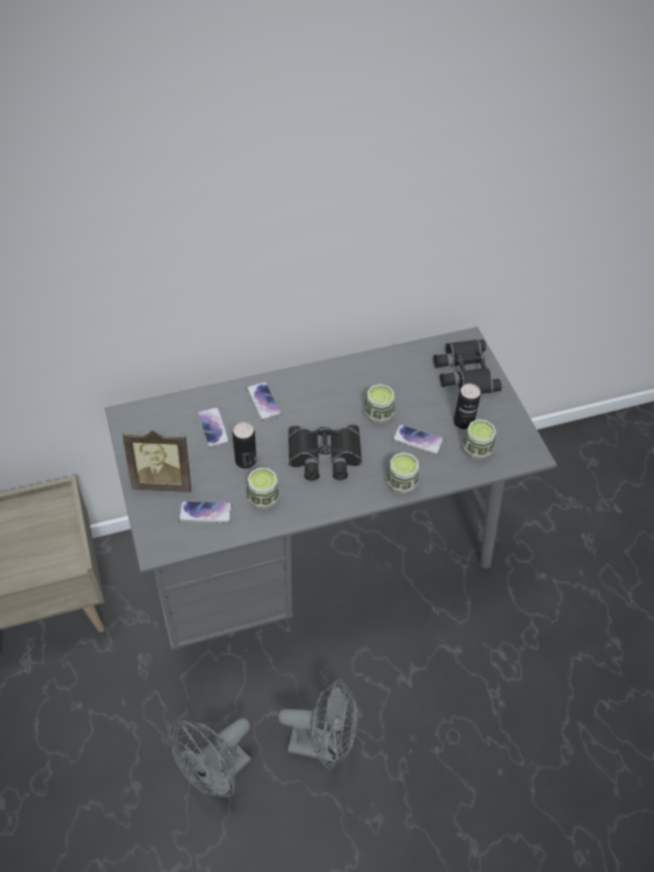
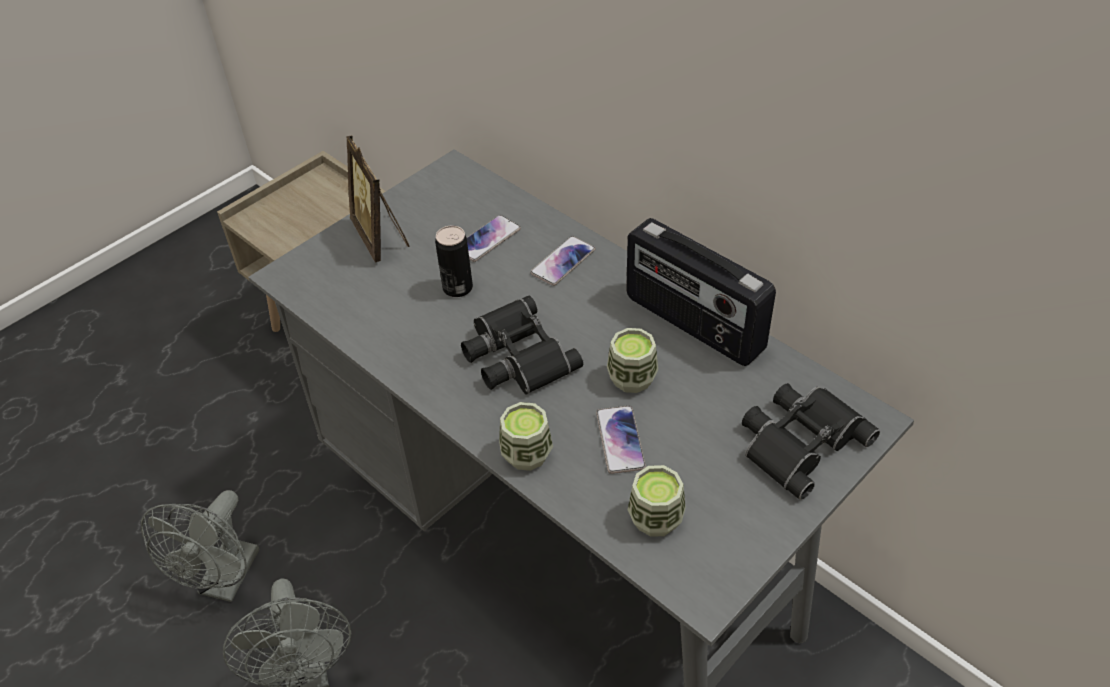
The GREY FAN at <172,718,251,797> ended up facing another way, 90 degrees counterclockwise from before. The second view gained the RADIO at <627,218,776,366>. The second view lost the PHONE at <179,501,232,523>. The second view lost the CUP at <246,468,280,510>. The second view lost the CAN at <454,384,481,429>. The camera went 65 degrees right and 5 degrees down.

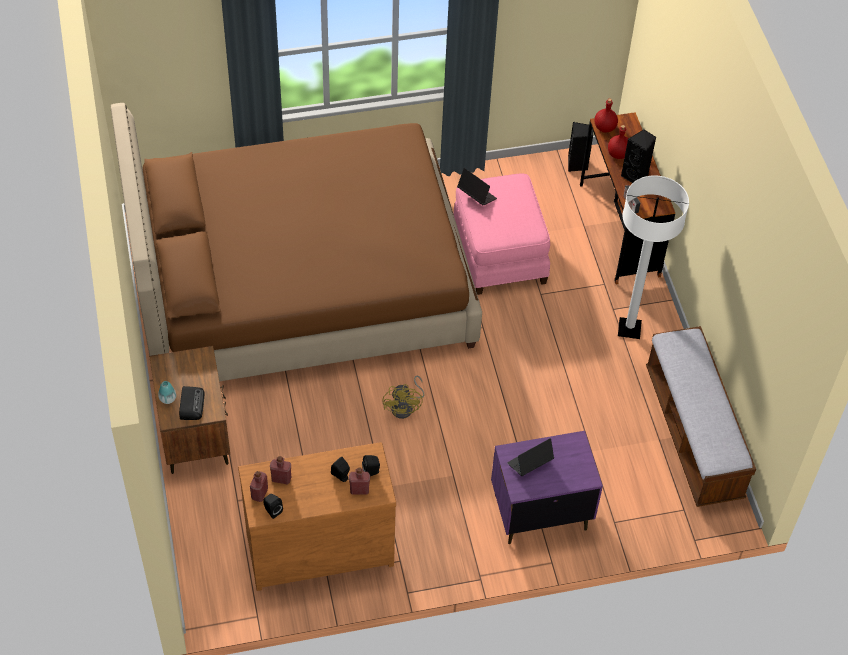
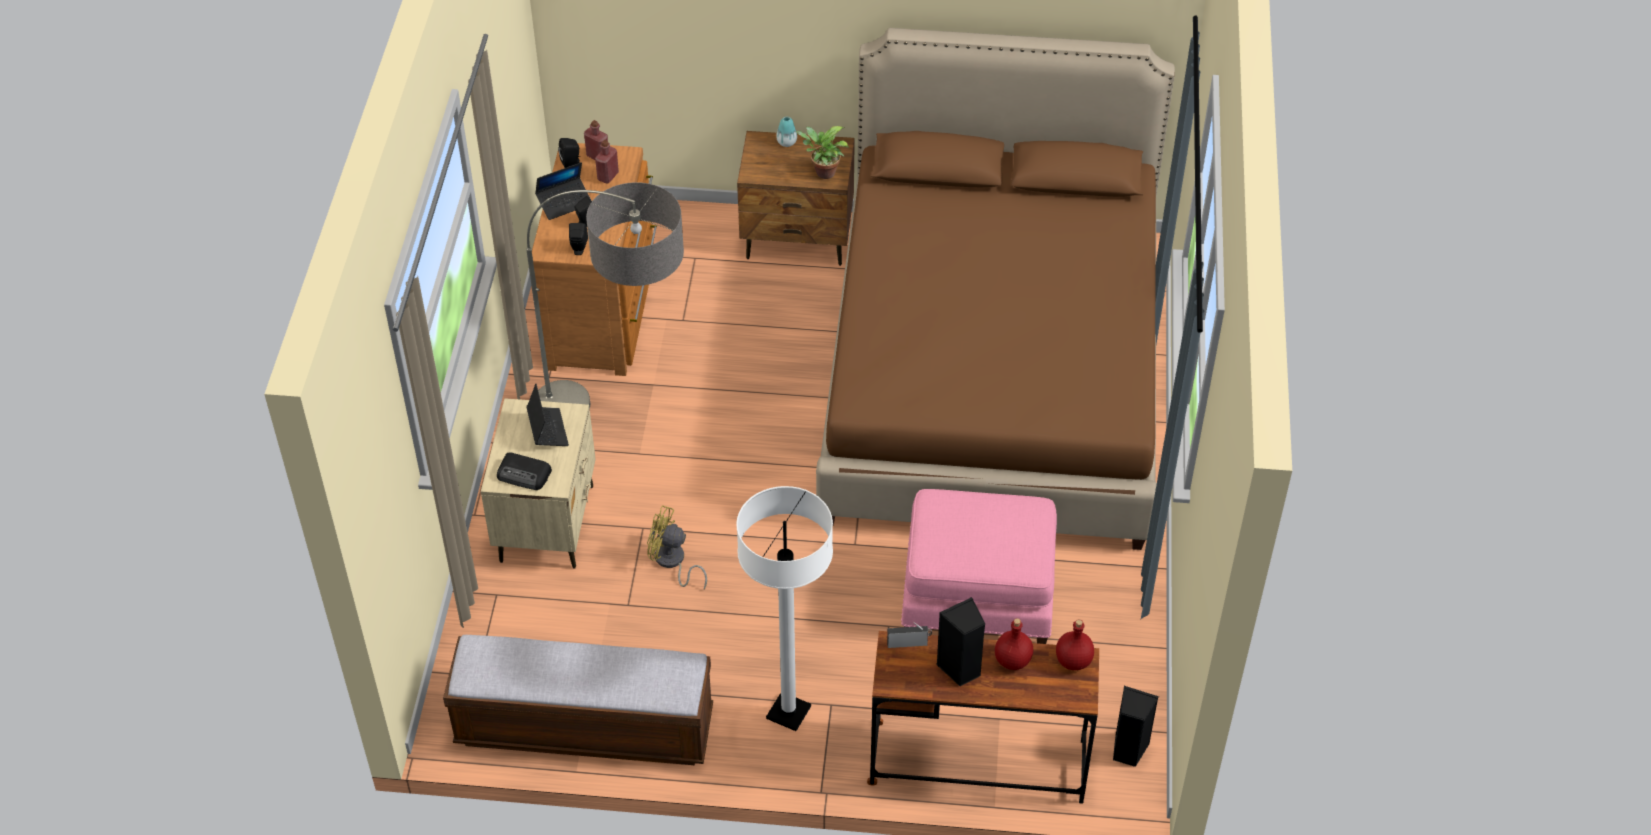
What was the PURPLE NIGHTSTAND at <491,431,603,544> turned into the BEIGE NIGHTSTAND at <481,398,596,569>. The RADIO ended up elsewhere, having gone from <179,386,205,420> to <497,452,552,490>. The second view gained the FLOOR LAMP at <526,182,684,409>. The LAPTOP ended up elsewhere, having gone from <457,168,497,206> to <535,162,592,220>. The YELLOW FAN ended up elsewhere, having gone from <382,376,425,419> to <647,505,707,589>. The second view gained the POTTED PLANT at <796,126,849,179>. The second view lost the RED BOTTLE at <349,468,370,495>. The camera went 110 degrees right and 5 degrees down.

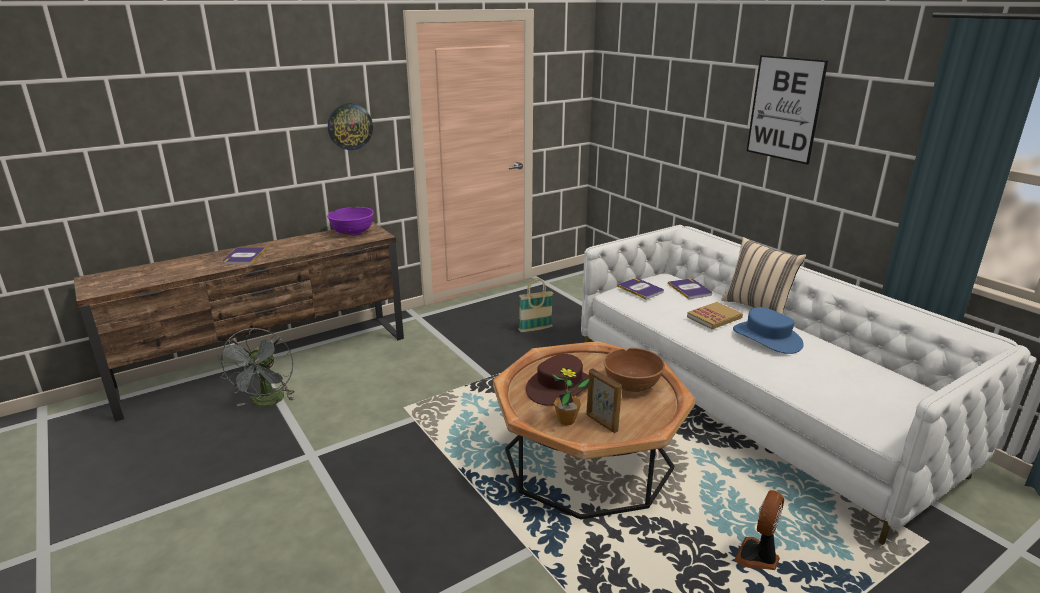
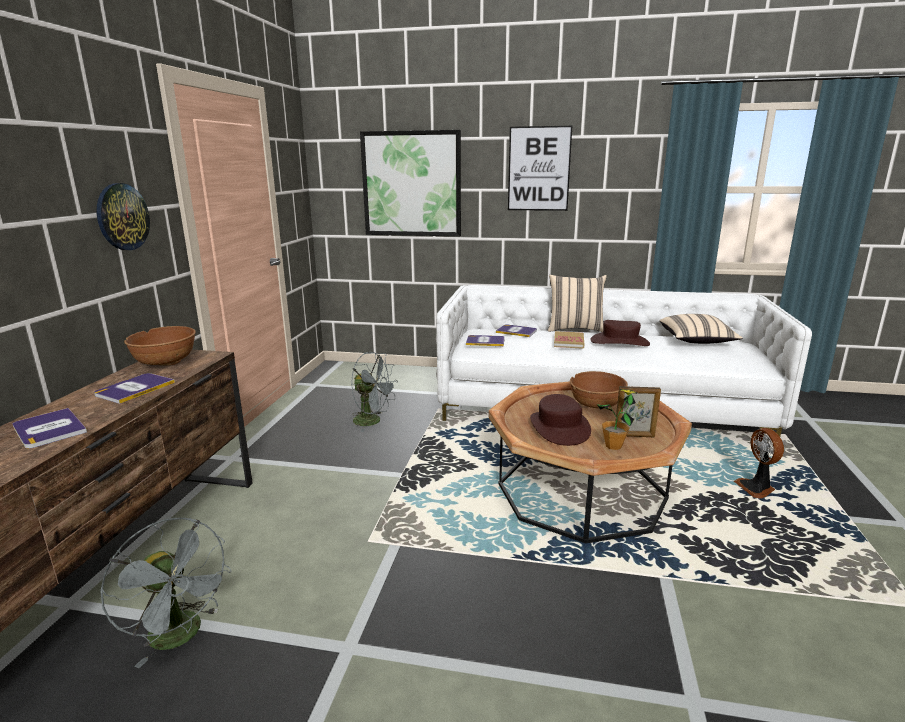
The second view gained the BOOK at <94,373,175,404>. What was the PURPLE BOWL at <327,207,374,236> turned into the BROWN BOWL at <124,326,196,366>. Where the BASKET stood at <518,278,554,332>, the GREY FAN came to stand at <351,352,398,432>. The second view gained the PICTURE at <360,130,461,236>. What was the BLUE HAT at <733,307,804,354> turned into the BROWN HAT at <590,320,650,346>. The second view gained the BEIGE PILLOW at <659,314,743,344>. The camera went 45 degrees left and 5 degrees down.

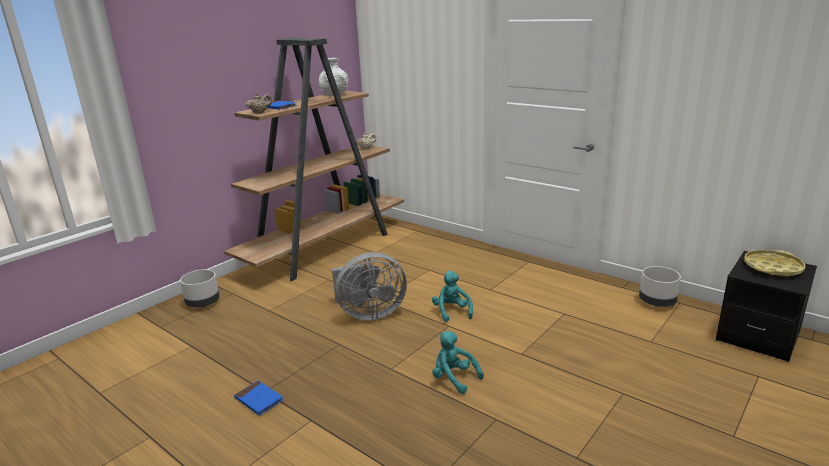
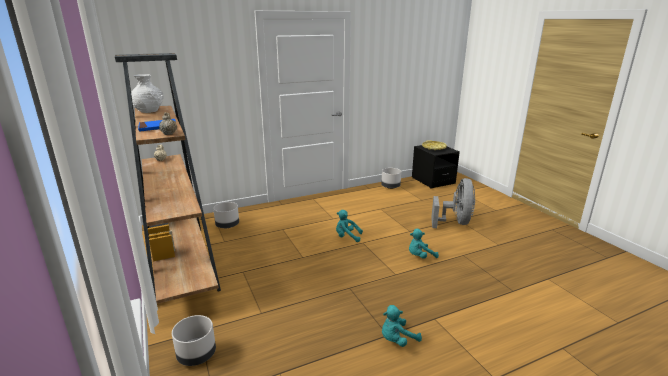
The second view gained the GREY PLANTER at <213,202,239,228>. Where the BLUE BOOK stood at <234,380,284,416>, the TURQUOISE PLUSH TOY came to stand at <382,305,422,347>. The GREY FAN ended up elsewhere, having gone from <332,252,407,321> to <431,178,475,228>. The camera went 65 degrees left and 0 degrees up.

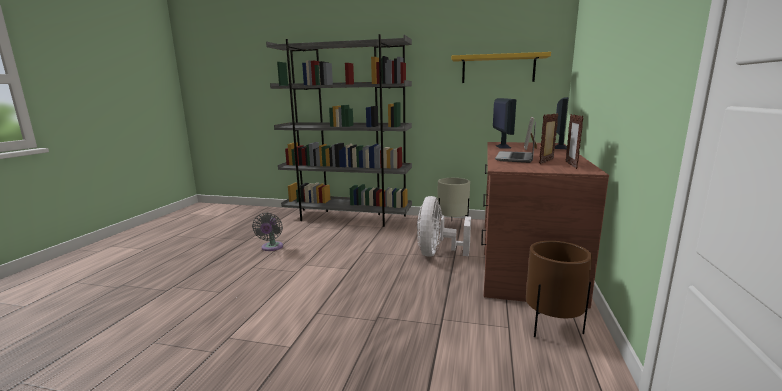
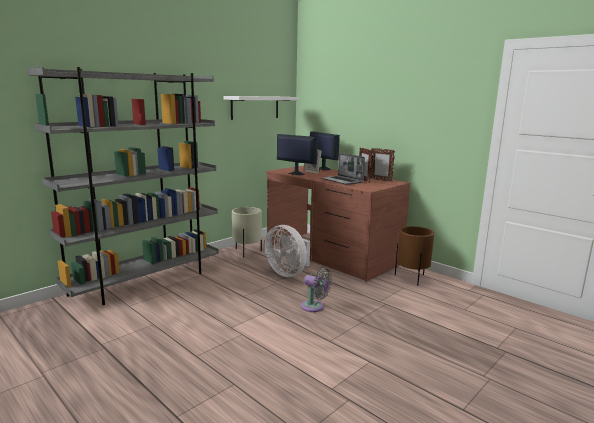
What was the YELLOW SHELF at <451,52,551,83> turned into the WHITE SHELF at <224,96,299,120>. The GREY FAN ended up elsewhere, having gone from <252,213,283,251> to <301,268,332,312>. The camera went 60 degrees left and 0 degrees up.

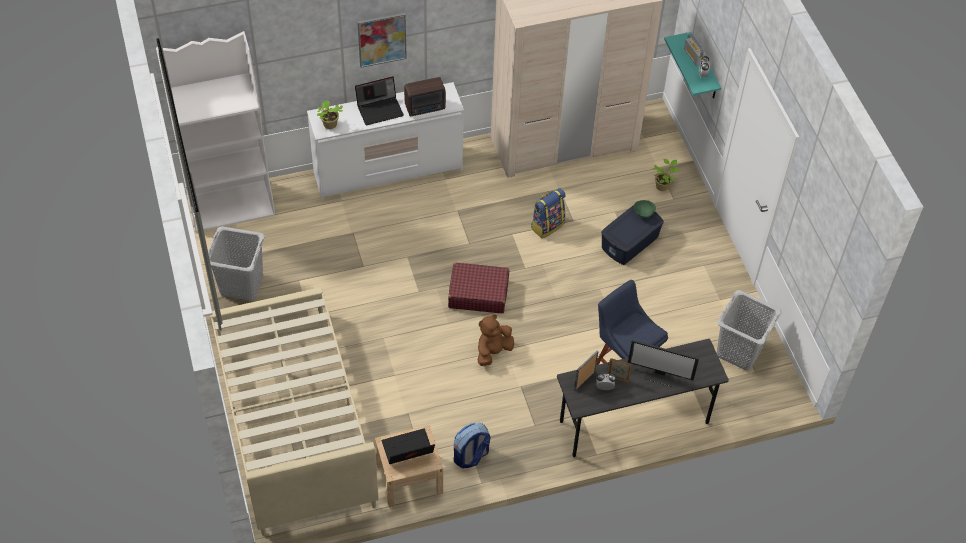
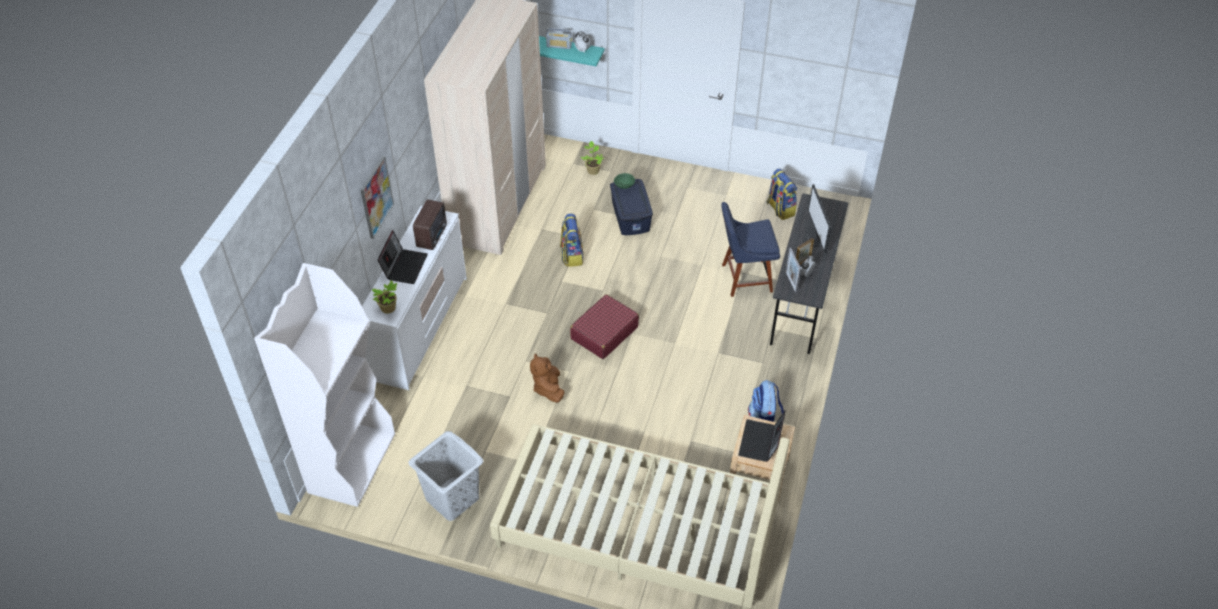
The BROWN PLUSH TOY ended up elsewhere, having gone from <478,314,514,366> to <530,353,565,403>. Where the GREY LAUNDRY BASKET stood at <717,290,782,371>, the BACKPACK came to stand at <766,168,797,220>. The MONITOR at <628,340,699,387> ended up facing another way, 120 degrees clockwise from before. The camera went 55 degrees left and 5 degrees down.

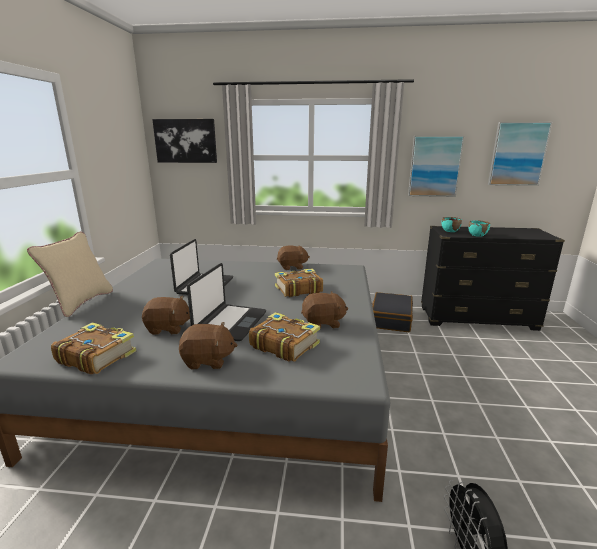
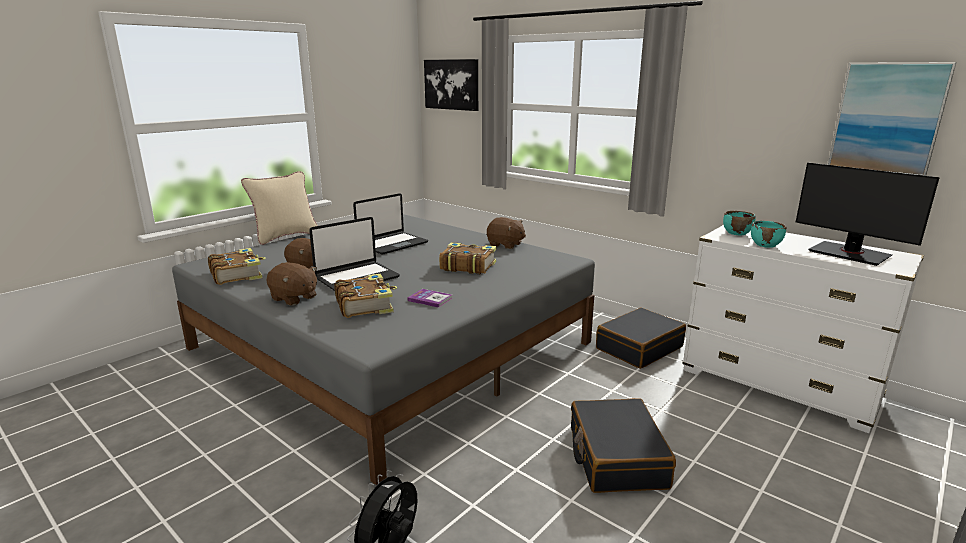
Where the BROWN PLUSH TOY stood at <301,291,348,329>, the BOOK came to stand at <408,289,452,308>. The second view gained the BLACK SUITCASE at <571,398,676,493>. What was the BLACK DRESSER at <421,226,565,331> turned into the WHITE DRESSER at <682,224,924,433>. The second view gained the MONITOR at <796,163,940,266>. The second view lost the PICTURE at <408,136,464,197>. The camera went 35 degrees right and 0 degrees up.

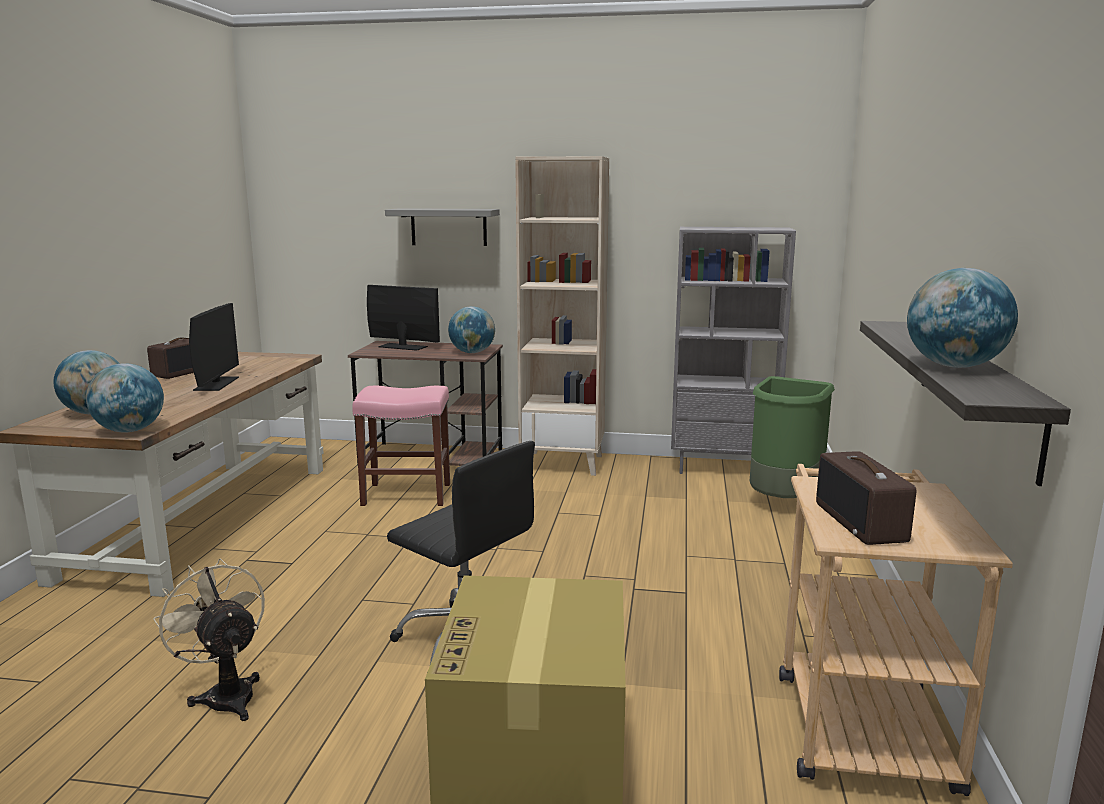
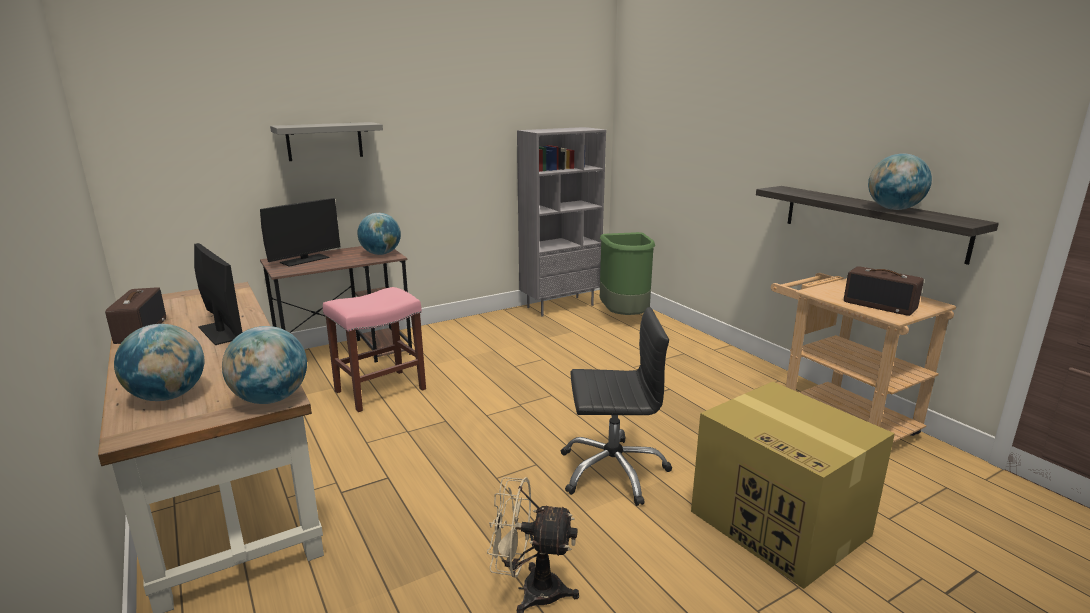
The MONITOR at <367,285,440,351> ended up facing another way, 150 degrees clockwise from before. The second view lost the BEIGE BOOKCASE at <515,156,609,476>. The camera went 40 degrees left and 5 degrees up.

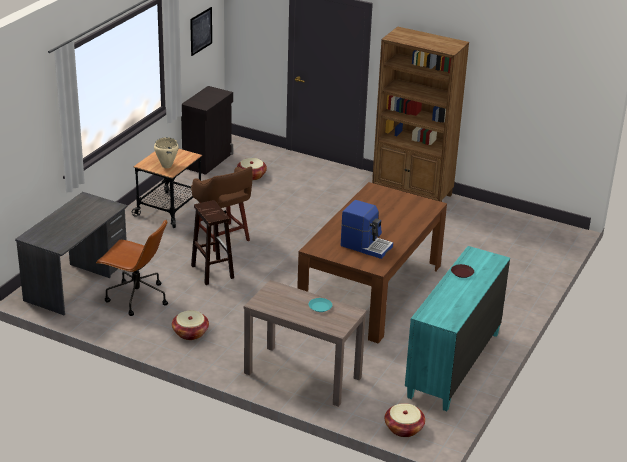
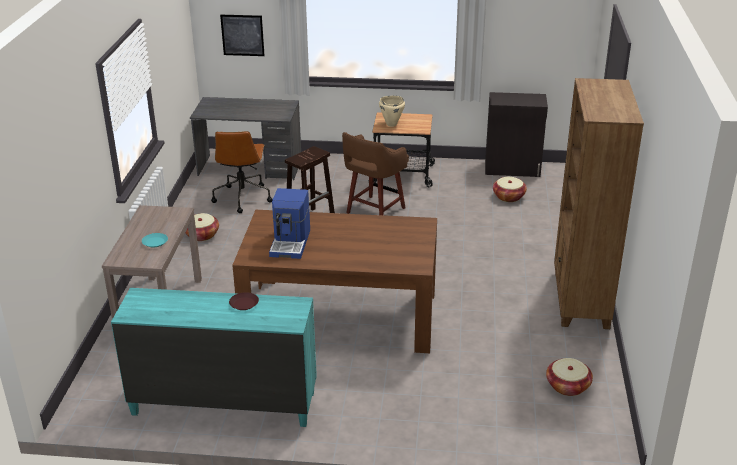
The PICTURE ended up elsewhere, having gone from <190,7,212,56> to <220,15,265,56>. The BASKET ended up elsewhere, having gone from <385,403,425,437> to <546,358,593,396>. The camera went 70 degrees right and 0 degrees up.

